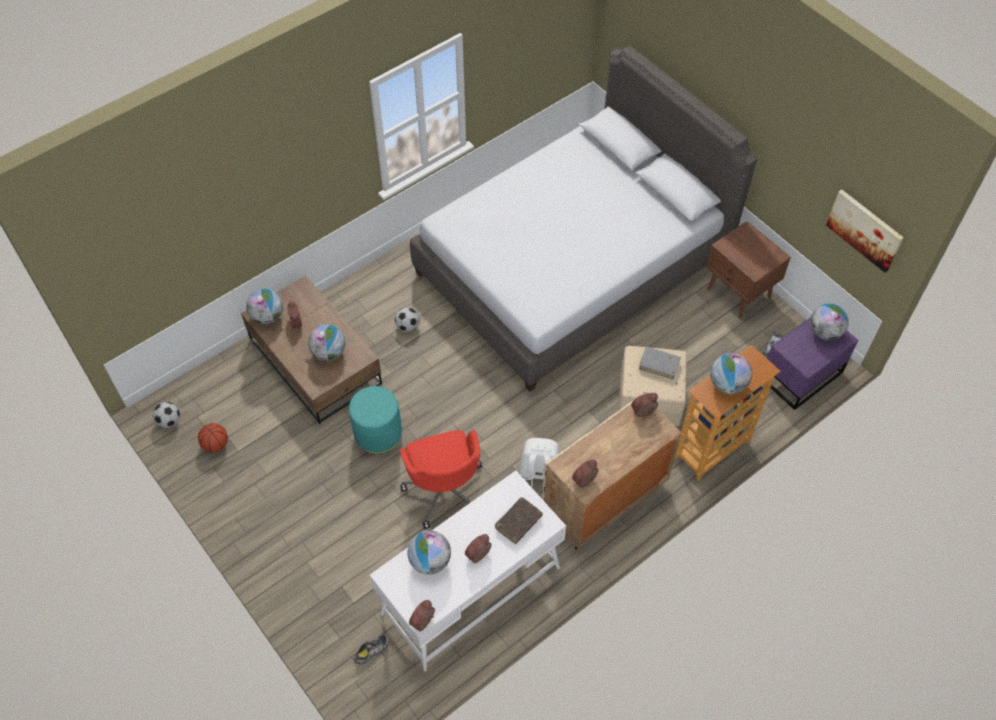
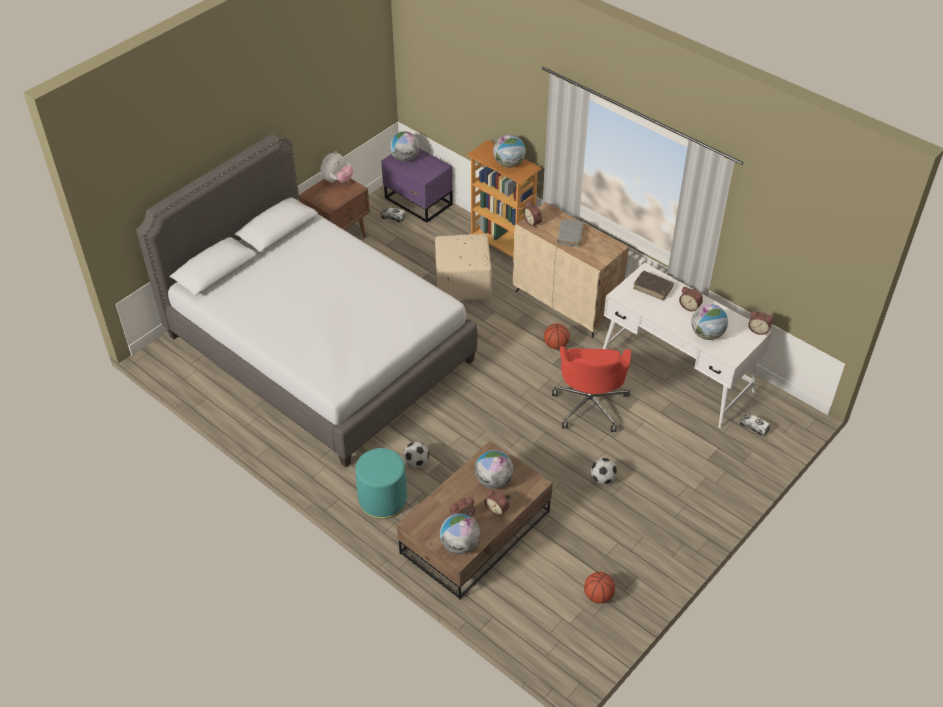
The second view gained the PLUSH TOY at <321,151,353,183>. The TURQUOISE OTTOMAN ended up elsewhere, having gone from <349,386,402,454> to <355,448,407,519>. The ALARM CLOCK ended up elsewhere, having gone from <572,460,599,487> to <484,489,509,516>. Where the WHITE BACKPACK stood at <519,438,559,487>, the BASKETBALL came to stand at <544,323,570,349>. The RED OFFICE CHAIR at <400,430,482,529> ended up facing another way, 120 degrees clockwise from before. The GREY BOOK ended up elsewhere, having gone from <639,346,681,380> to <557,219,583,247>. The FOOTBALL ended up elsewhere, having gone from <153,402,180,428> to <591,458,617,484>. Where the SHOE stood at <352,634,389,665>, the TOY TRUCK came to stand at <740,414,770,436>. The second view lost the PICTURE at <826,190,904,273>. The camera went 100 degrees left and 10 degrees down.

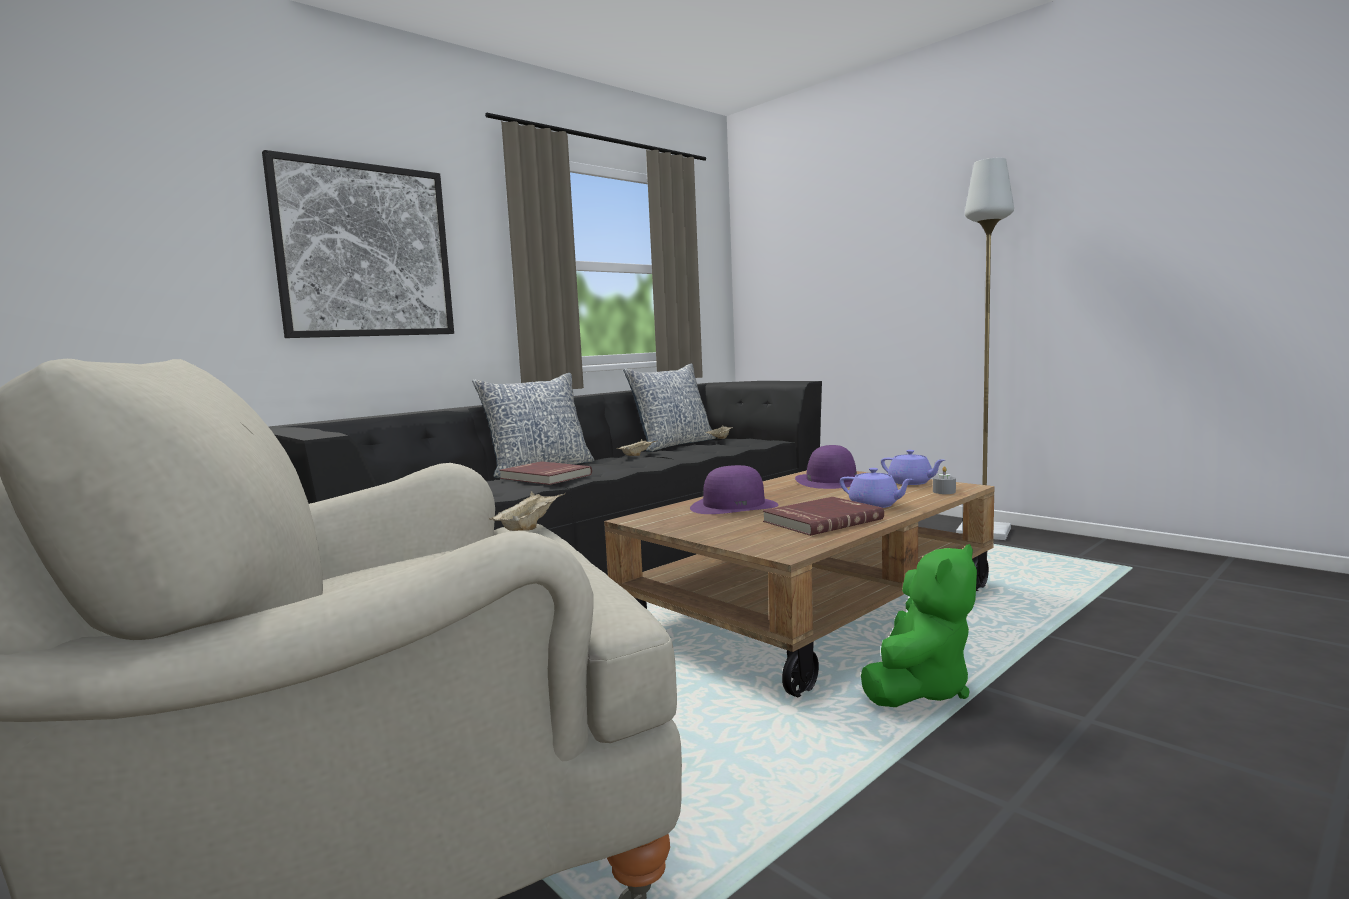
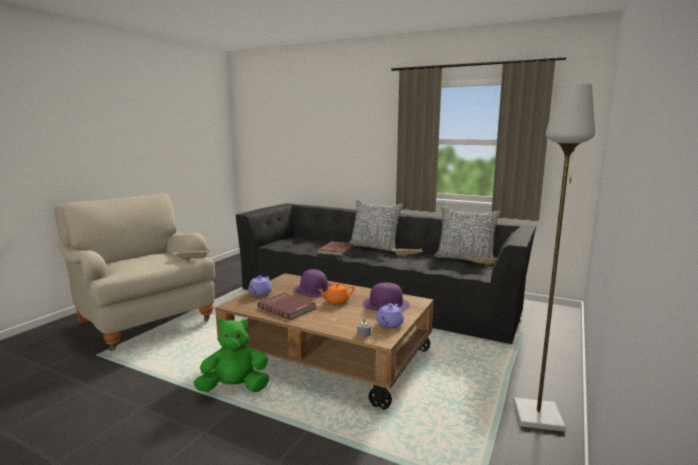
The GREEN PLUSH TOY at <861,544,977,707> ended up facing another way, 150 degrees clockwise from before. The PURPLE TEAPOT ended up elsewhere, having gone from <840,468,914,508> to <248,276,272,296>. The second view gained the ORANGE TEAPOT at <318,283,354,304>. The second view lost the PICTURE at <262,150,454,338>. The camera went 70 degrees right and 5 degrees up.

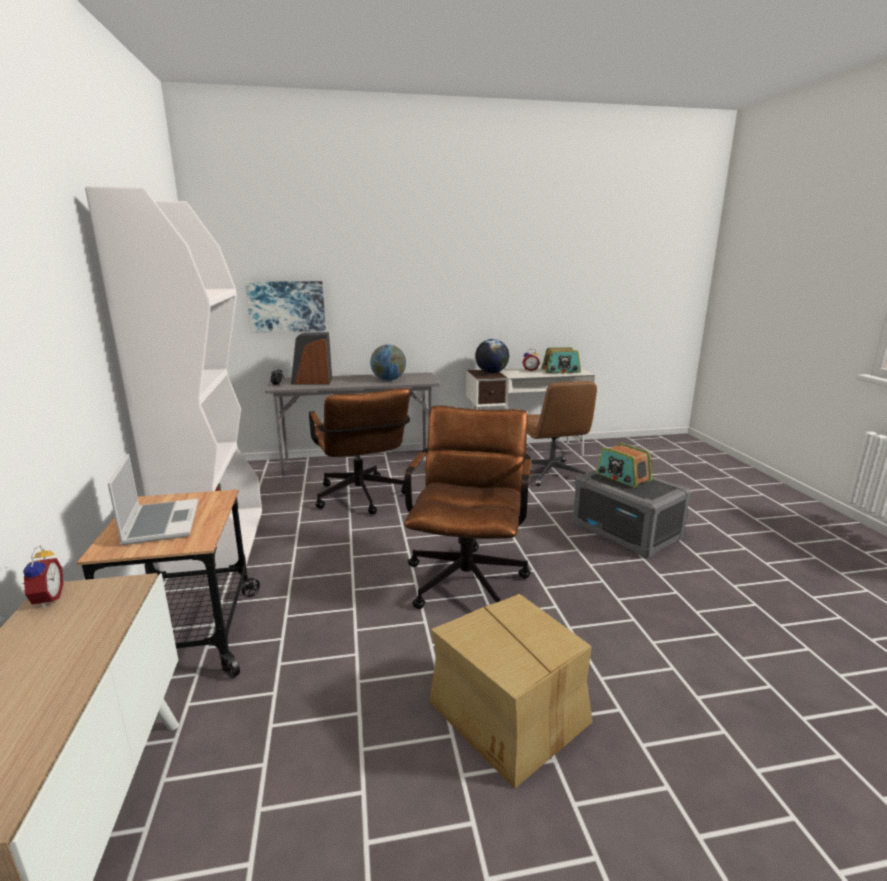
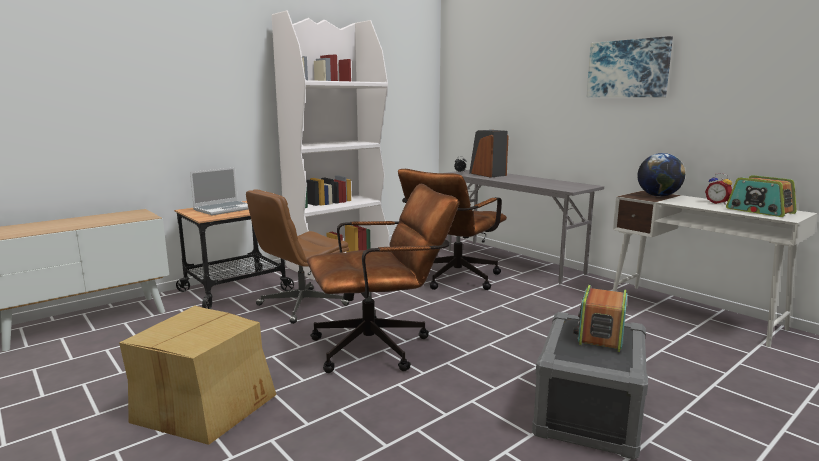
The BROWN OFFICE CHAIR ended up elsewhere, having gone from <527,381,597,486> to <246,189,350,324>. The PICTURE ended up elsewhere, having gone from <245,281,326,333> to <586,36,673,97>. The second view lost the ALARM CLOCK at <22,545,63,608>. The second view lost the GLOBE at <370,345,406,381>. The camera went 60 degrees right and 5 degrees down.

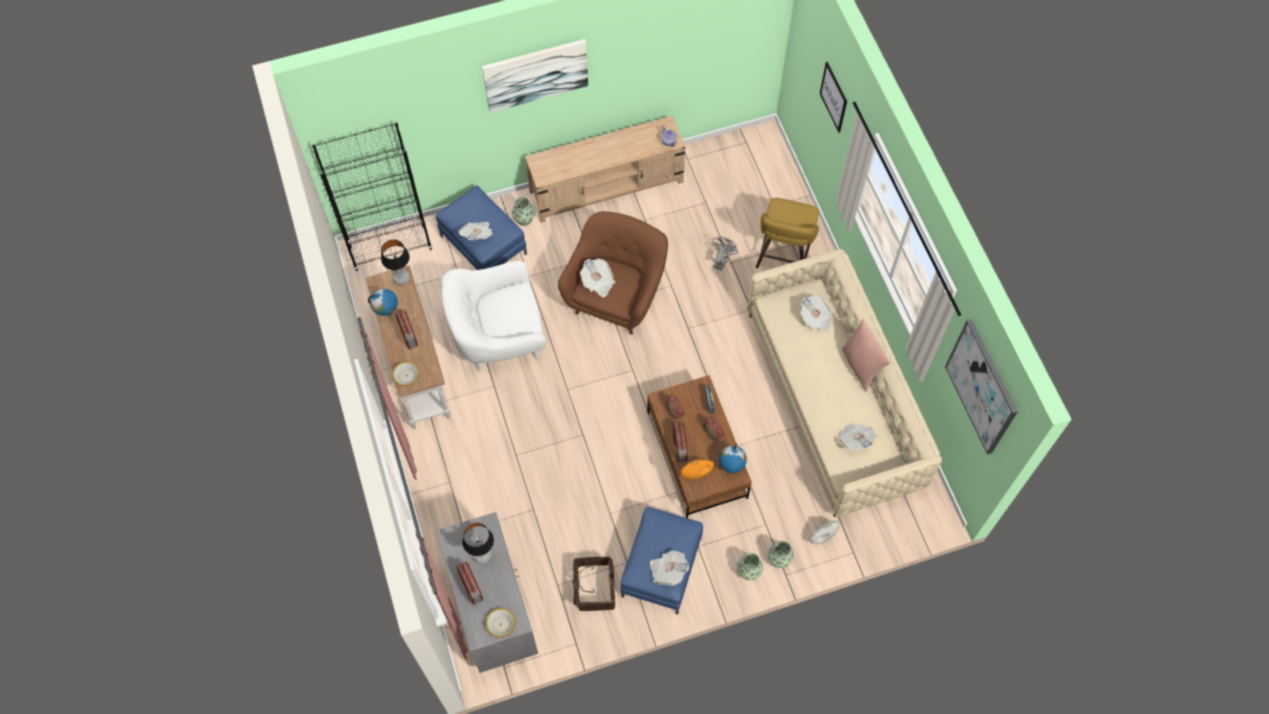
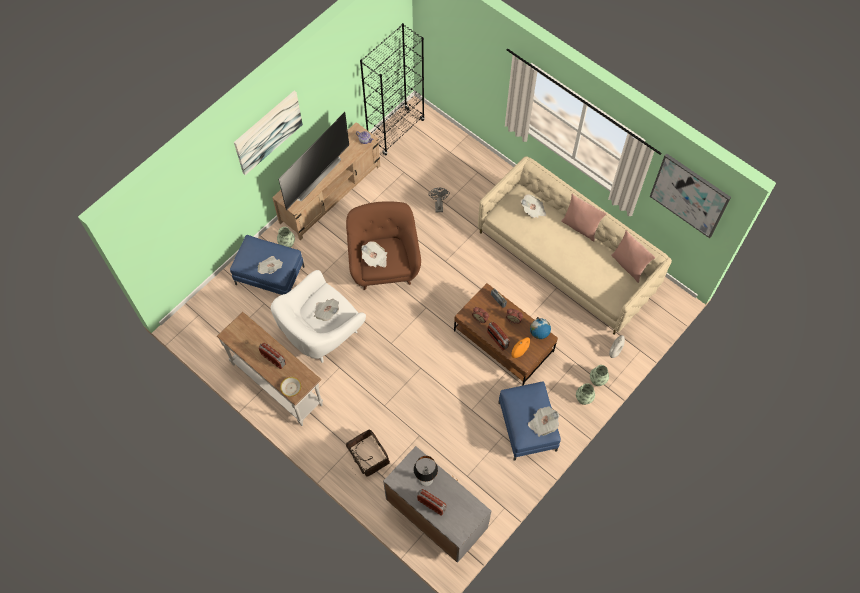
The second view gained the TELEVISION at <279,112,349,210>. The NEWSPAPER ended up elsewhere, having gone from <837,423,877,452> to <314,299,339,321>. The BASKET ended up elsewhere, having gone from <573,556,615,611> to <346,429,390,477>. The BLACK BOOKCASE ended up elsewhere, having gone from <312,122,433,271> to <360,23,425,155>. The second view gained the PINK PILLOW at <611,230,655,283>. The second view lost the GLOBE at <368,289,398,316>. The second view lost the TABLE LAMP at <381,239,410,285>. The second view lost the BOWL at <486,608,516,638>. The second view lost the YELLOW STOOL at <756,198,819,268>. The second view lost the PICTURE at <820,62,847,133>. The camera went 30 degrees left and 0 degrees up.

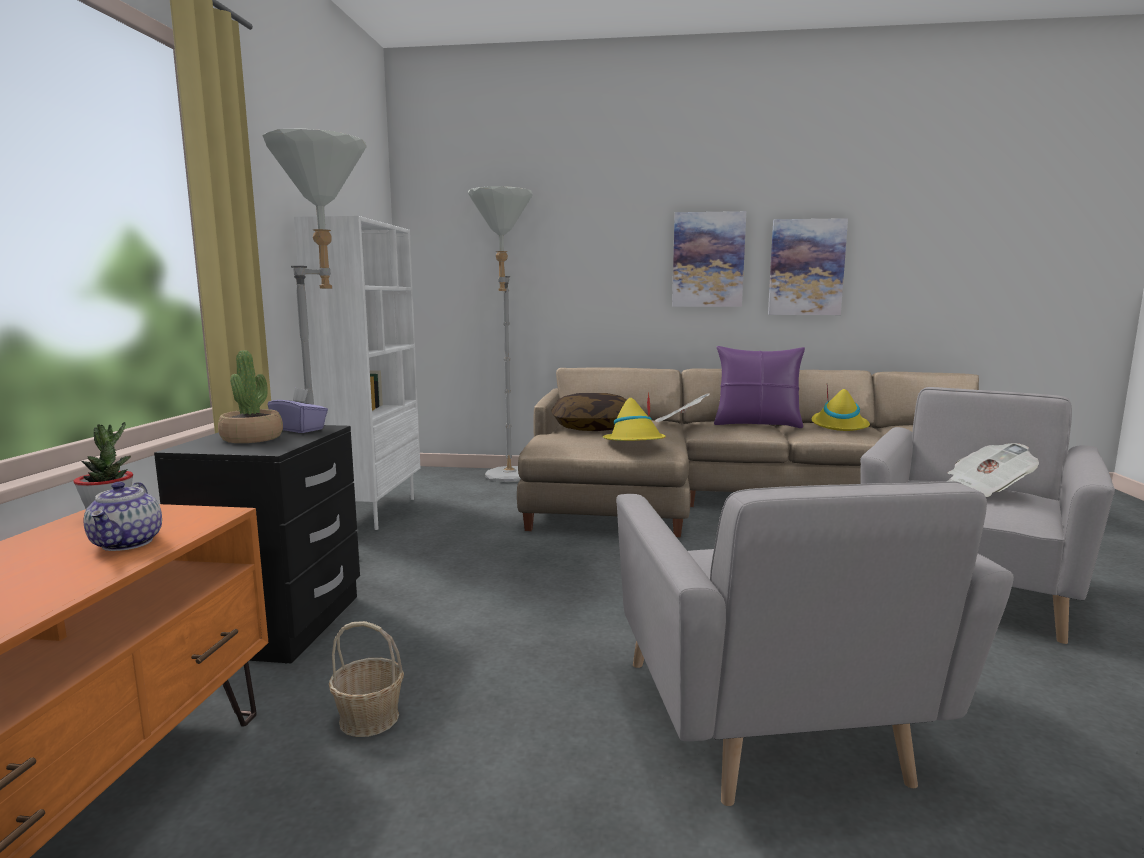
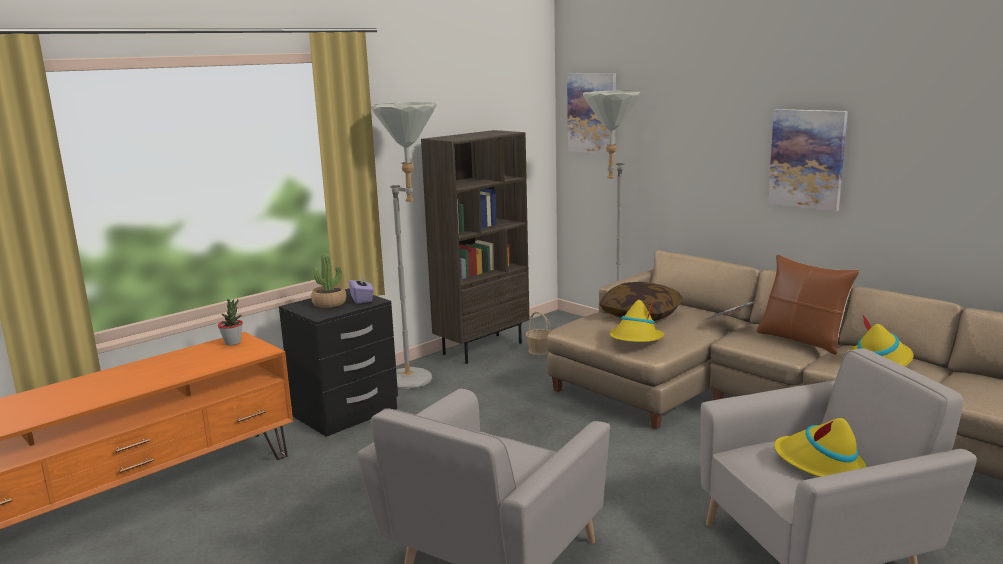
What was the WHITE BOOKCASE at <294,216,421,530> turned into the BROWN BOOKCASE at <421,130,529,364>. The BASKET ended up elsewhere, having gone from <329,621,404,737> to <526,311,551,355>. The PICTURE ended up elsewhere, having gone from <768,218,848,315> to <567,73,616,155>. What was the PURPLE PILLOW at <714,346,805,428> turned into the BROWN PILLOW at <757,255,860,355>. Where the NEWSPAPER stood at <948,443,1039,497>, the YELLOW HAT came to stand at <774,418,866,477>. The second view lost the TEAPOT at <84,482,162,551>. The camera went 40 degrees right and 5 degrees up.

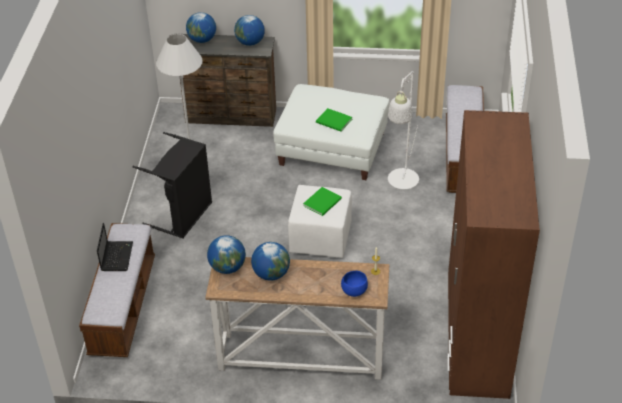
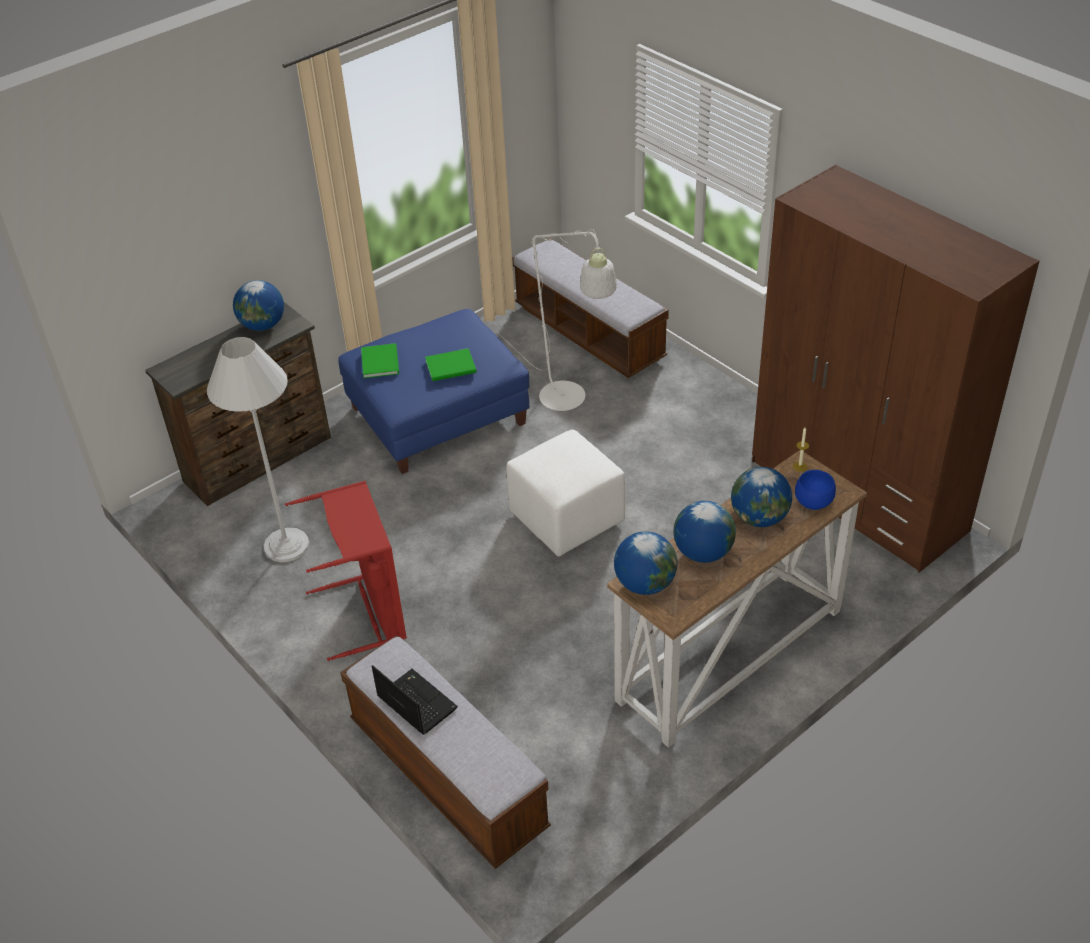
What was the BLACK LAUNDRY BASKET at <132,132,212,239> turned into the RED LAUNDRY BASKET at <285,481,407,661>. What was the WHITE OTTOMAN at <273,84,390,180> turned into the BLUE OTTOMAN at <338,309,529,474>. The GREEN BOOK ended up elsewhere, having gone from <303,187,342,216> to <361,343,399,378>. The GLOBE ended up elsewhere, having gone from <186,12,216,43> to <731,467,792,527>. The camera went 45 degrees left and 0 degrees up.

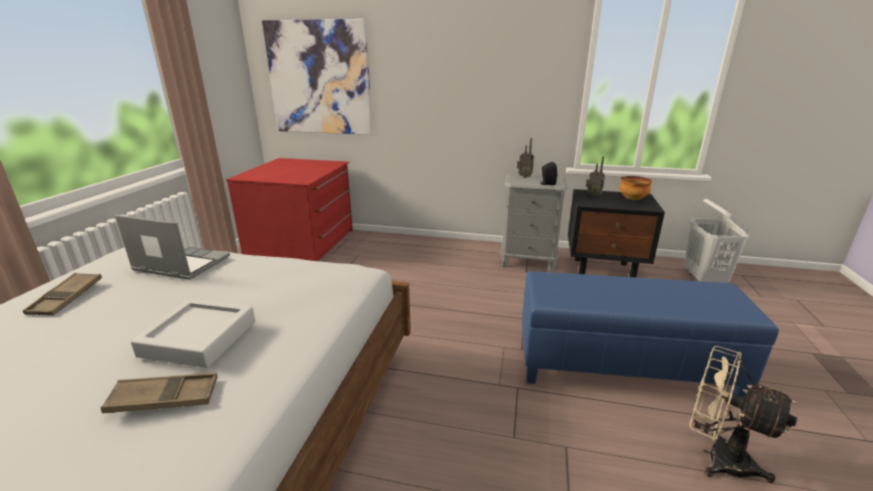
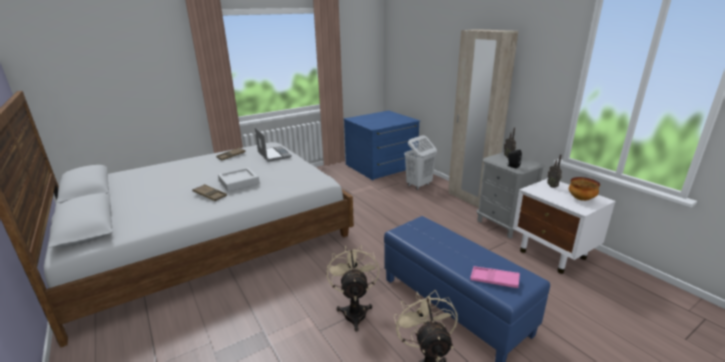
The second view gained the BEIGE FAN at <327,245,379,332>. What was the RED DRESSER at <226,158,353,261> turned into the BLUE DRESSER at <344,111,420,180>. The WHITE LAUNDRY BASKET ended up elsewhere, having gone from <684,199,750,283> to <404,135,437,190>. The second view gained the BEIGE WARDROBE at <448,29,518,208>. The second view gained the PINK TRAY at <470,266,520,288>. What was the BLACK NIGHTSTAND at <568,189,665,277> turned into the WHITE NIGHTSTAND at <513,178,616,274>. The second view lost the PICTURE at <262,19,373,135>. The camera went 45 degrees right and 0 degrees up.

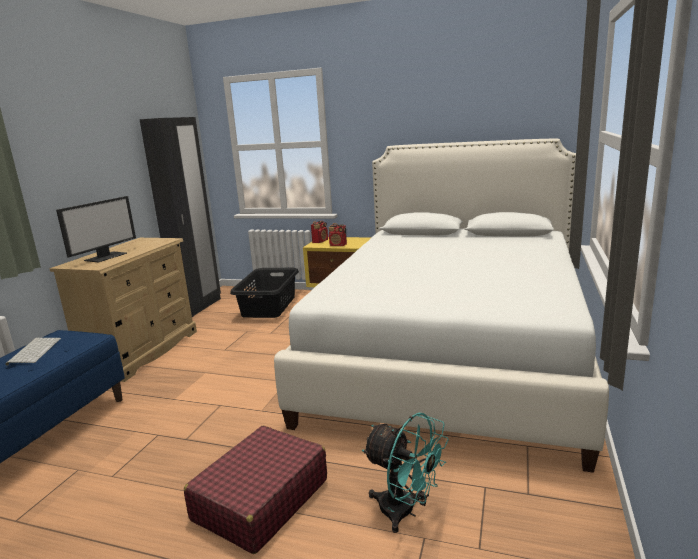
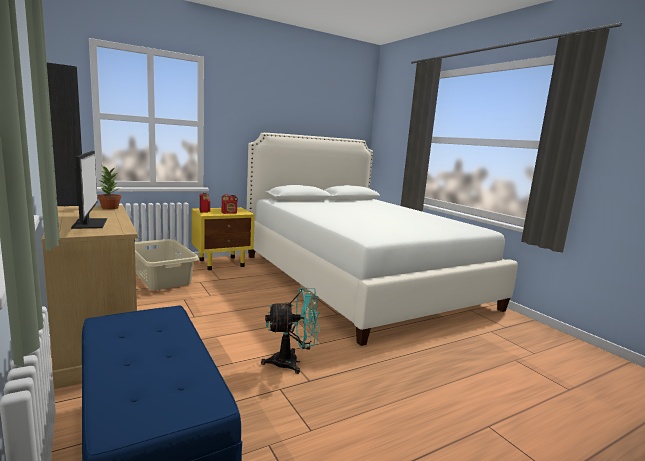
The second view gained the POTTED PLANT at <98,166,121,209>. What was the BLACK LAUNDRY BASKET at <230,268,299,318> turned into the BEIGE LAUNDRY BASKET at <135,239,199,290>. The TURQUOISE FAN ended up elsewhere, having gone from <362,413,449,533> to <261,287,320,374>. The second view lost the KEYBOARD at <6,338,61,365>. The second view lost the RED SUITCASE at <184,426,327,554>. The camera went 50 degrees left and 5 degrees down.

